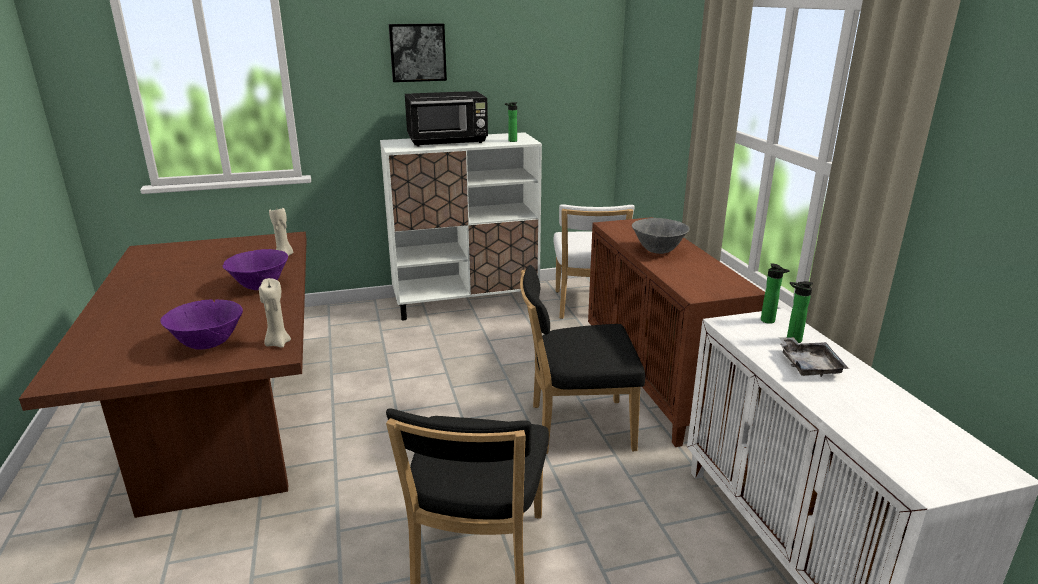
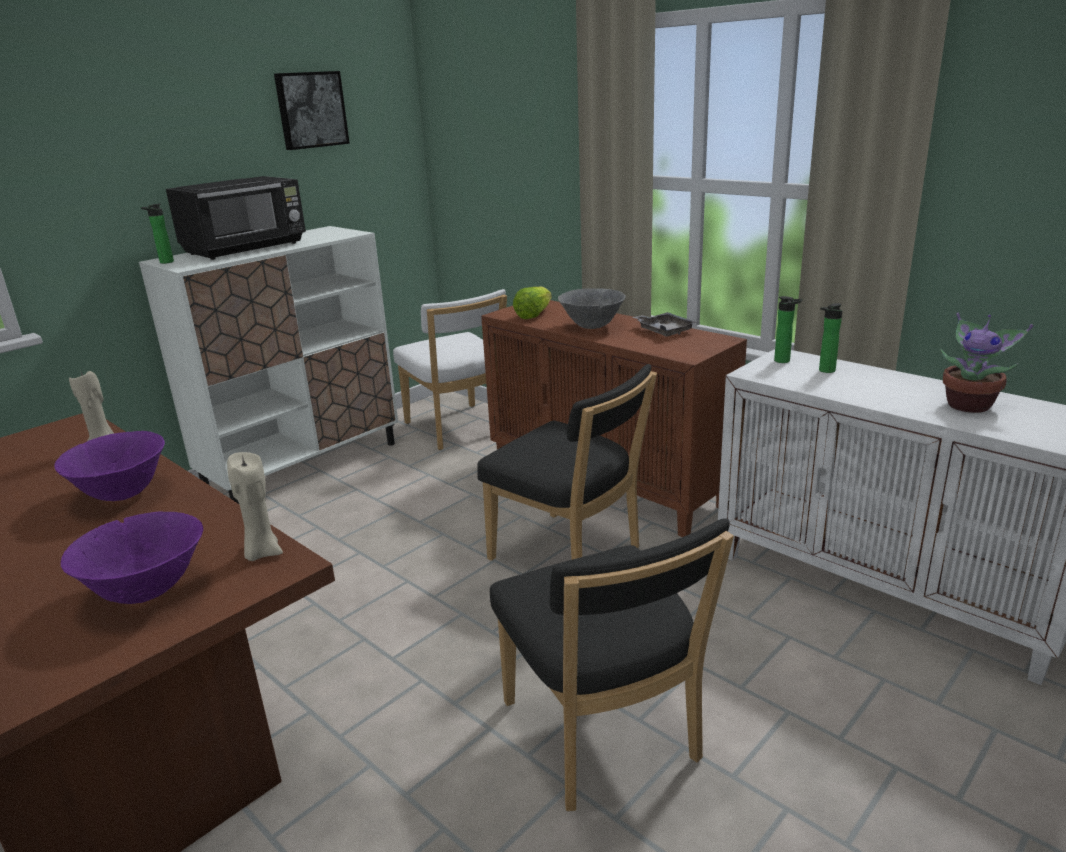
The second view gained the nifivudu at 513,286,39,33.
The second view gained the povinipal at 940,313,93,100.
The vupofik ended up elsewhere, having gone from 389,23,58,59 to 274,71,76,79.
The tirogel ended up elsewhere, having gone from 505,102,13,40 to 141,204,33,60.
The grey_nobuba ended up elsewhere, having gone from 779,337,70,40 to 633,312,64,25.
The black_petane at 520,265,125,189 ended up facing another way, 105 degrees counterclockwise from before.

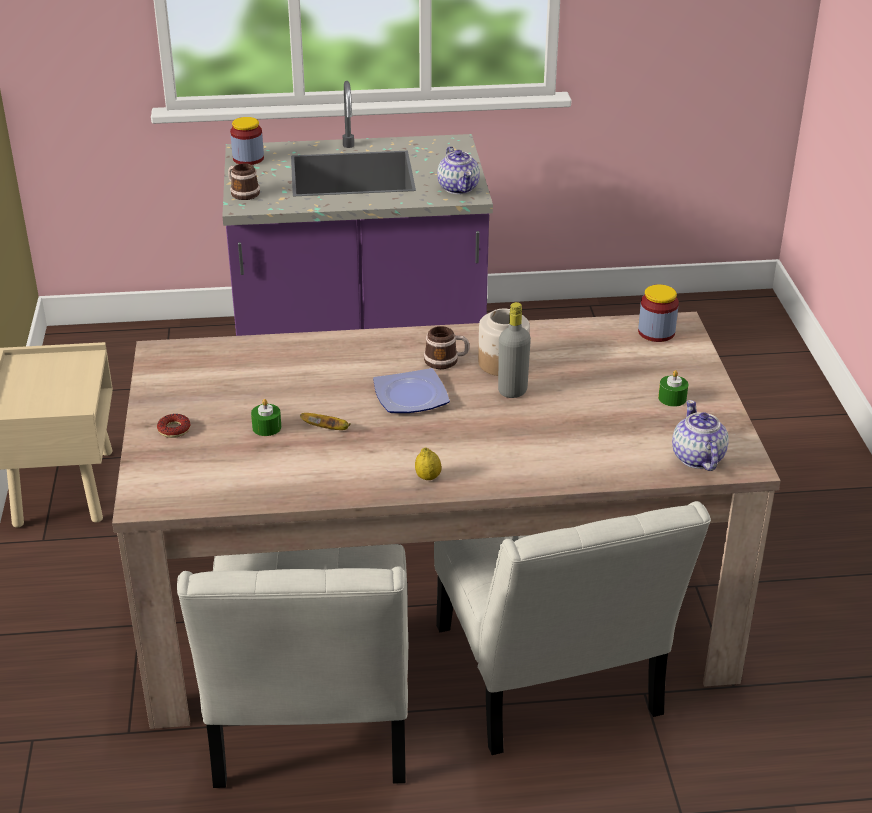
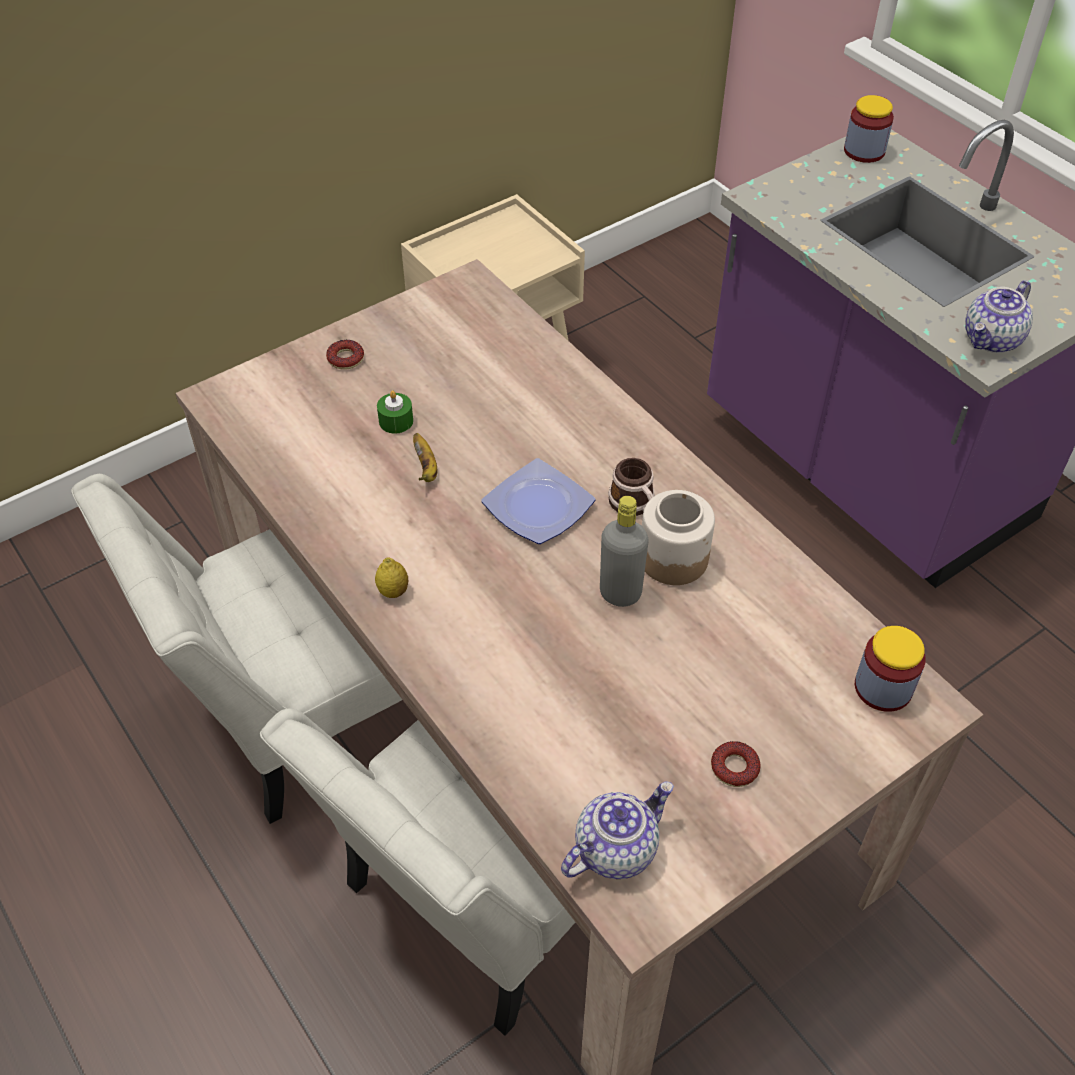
The second view lost the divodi at 228,163,32,37.
Where the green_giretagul stood at 658,370,30,37, the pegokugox came to stand at 711,741,49,46.

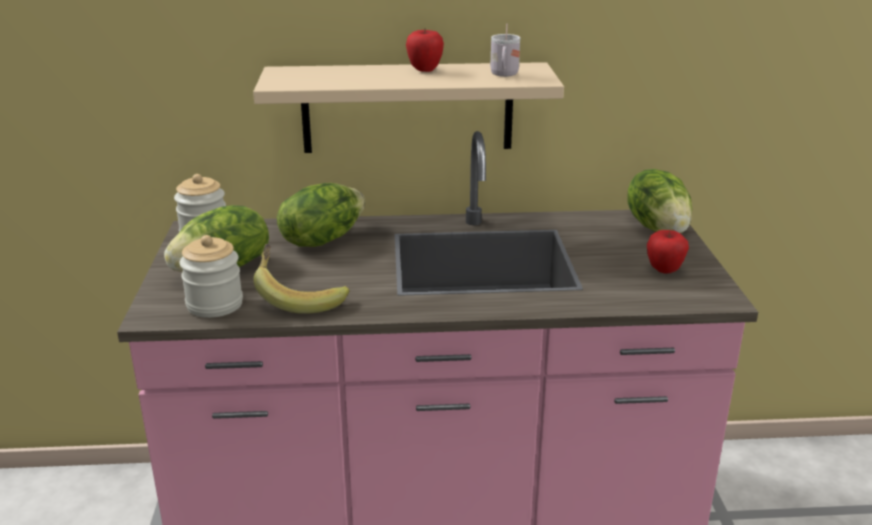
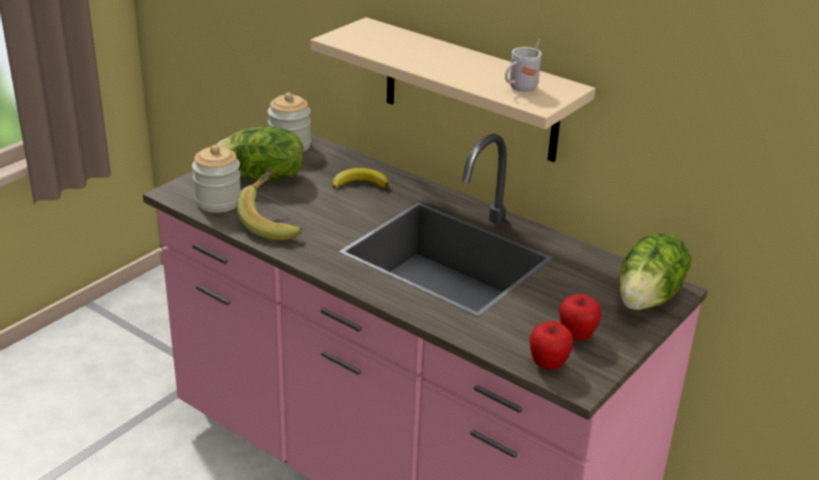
The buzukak ended up elsewhere, having gone from 406,28,38,44 to 530,321,43,49.
Where the nifivudu stood at 277,183,88,64, the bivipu came to stand at 333,168,56,21.

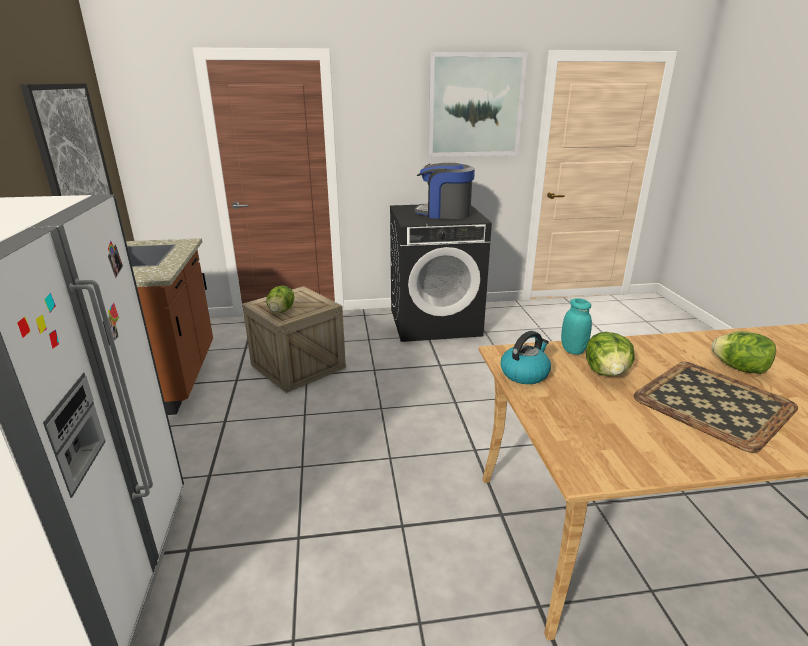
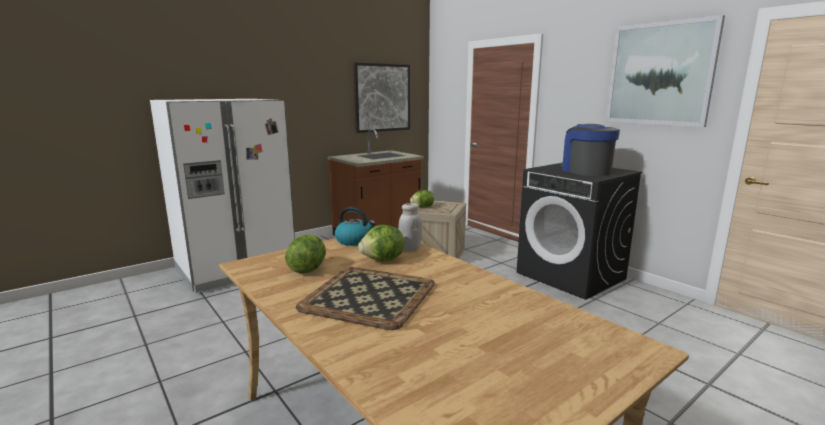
The nifivudu ended up elsewhere, having gone from 711,331,65,43 to 285,235,41,39.
What was the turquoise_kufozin at 561,298,31,57 turned into the white_kufozin at 398,203,24,48.

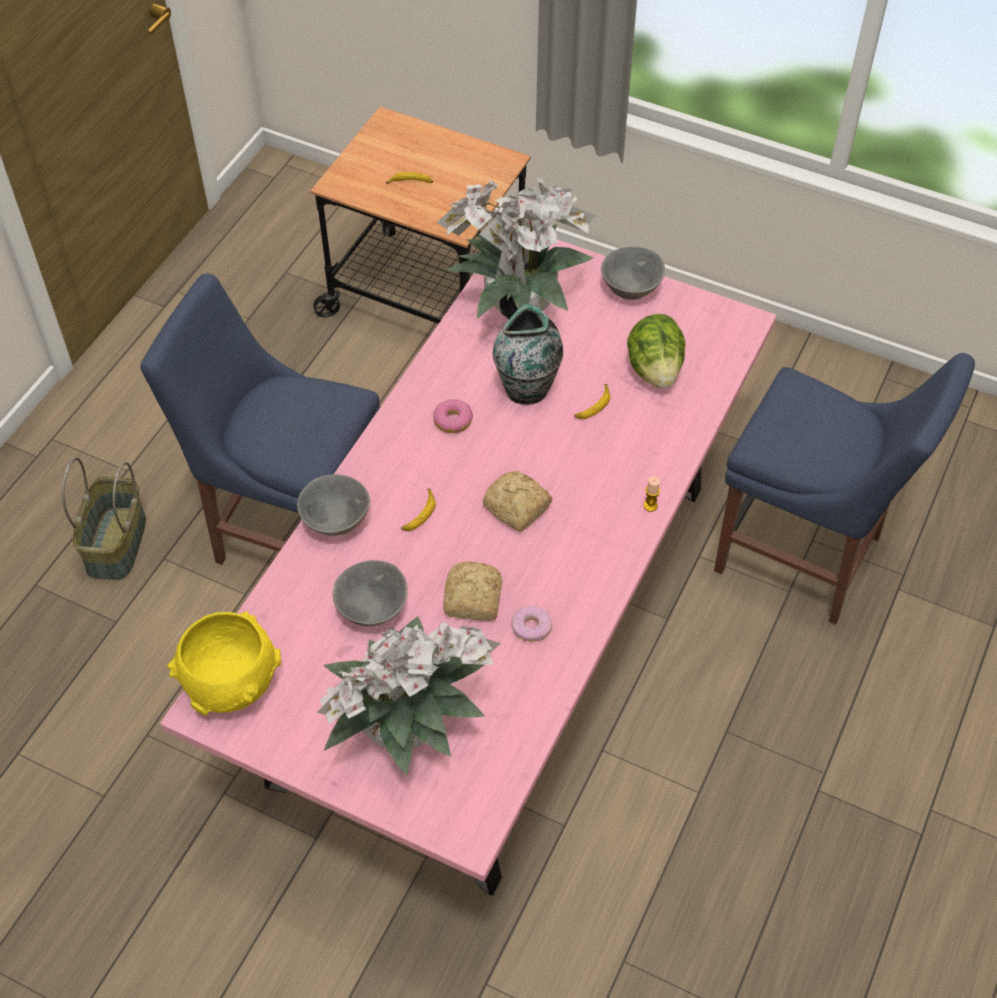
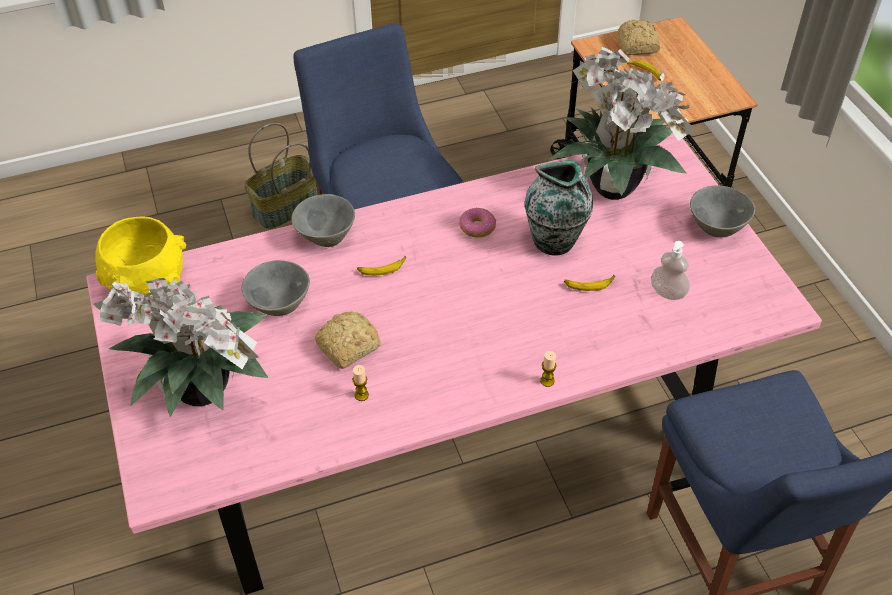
The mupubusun ended up elsewhere, having gone from 483,471,69,61 to 618,20,42,35.
Where the pegokugox stood at 511,606,41,36, the giretagul came to stand at 352,365,17,36.
Where the nifivudu stood at 627,314,59,74, the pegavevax came to stand at 651,241,39,59.

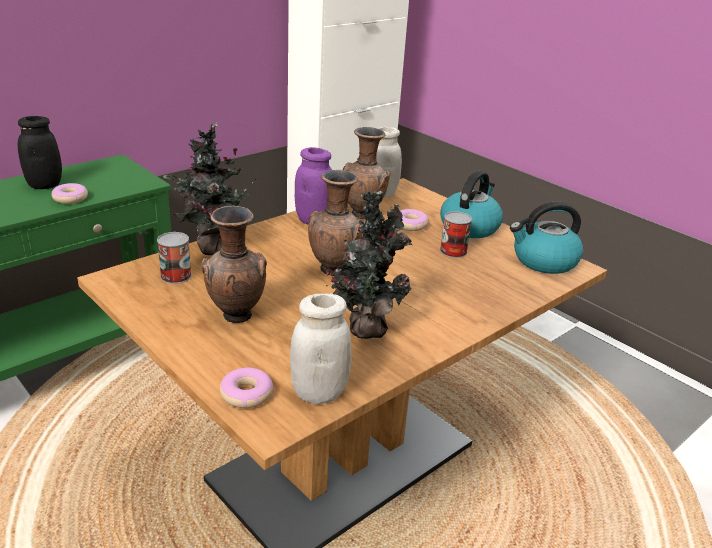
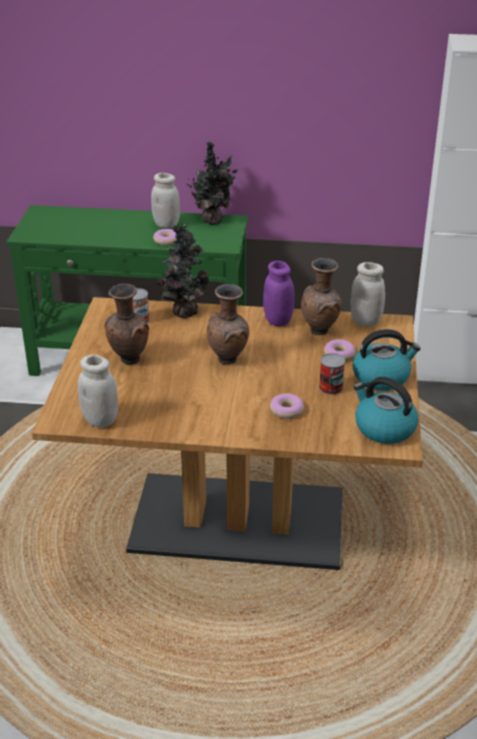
The pegokugox ended up elsewhere, having gone from 220,368,54,40 to 270,393,34,26.
The povinipal ended up elsewhere, having gone from 326,190,86,149 to 186,141,52,84.
What was the black_kufozin at 18,116,44,73 turned into the white_kufozin at 151,173,29,55.

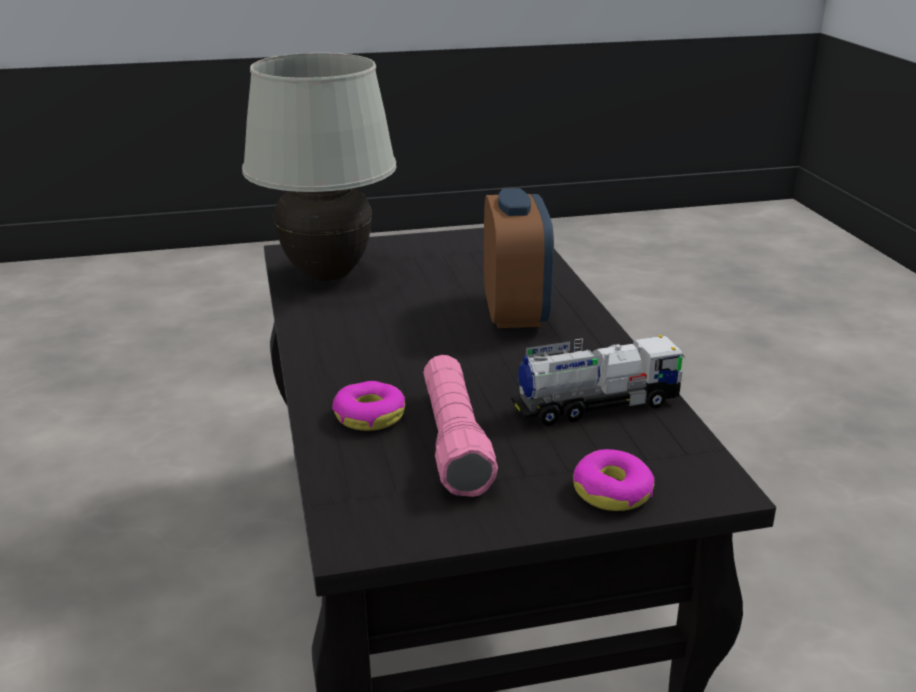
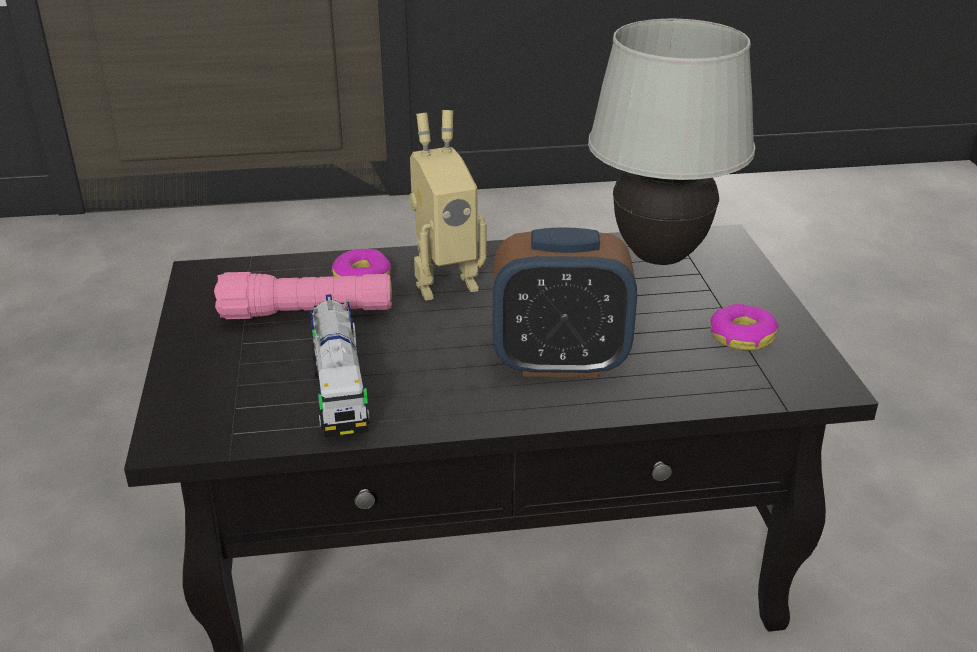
The second view gained the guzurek at 409,110,77,190.
The pegokugox ended up elsewhere, having gone from 573,449,81,62 to 710,304,68,47.

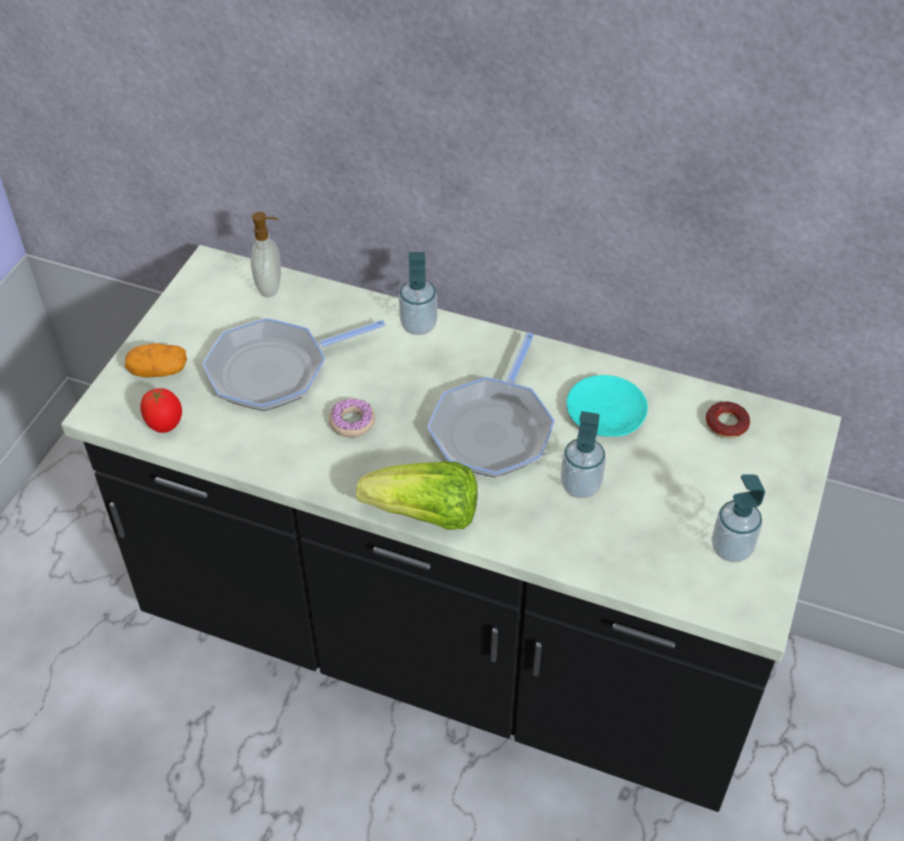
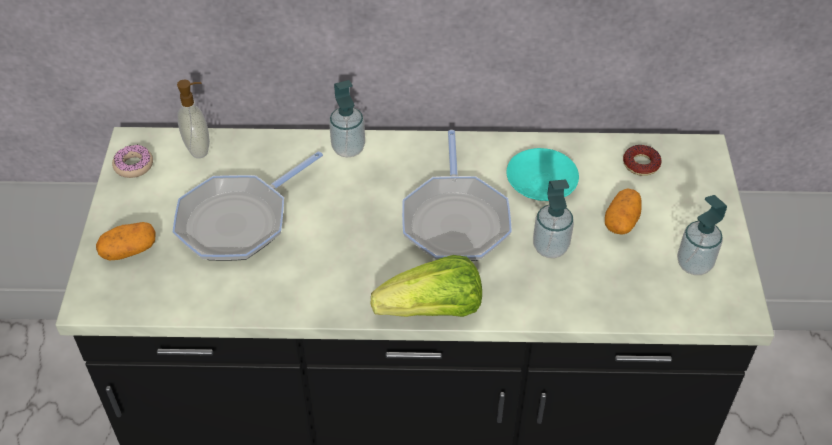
The second view lost the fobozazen at 140,388,42,45.
The second view gained the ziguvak at 605,188,37,47.
The pegokugox ended up elsewhere, having gone from 329,398,46,39 to 112,144,41,34.

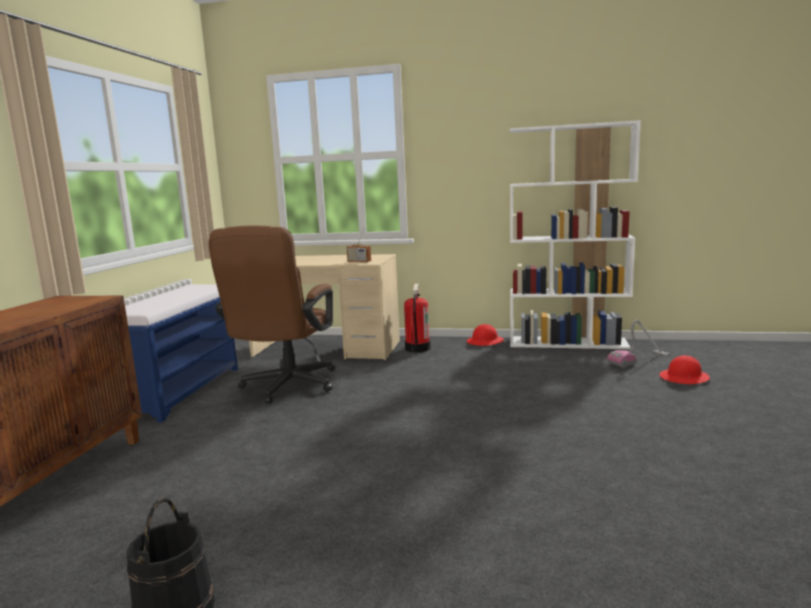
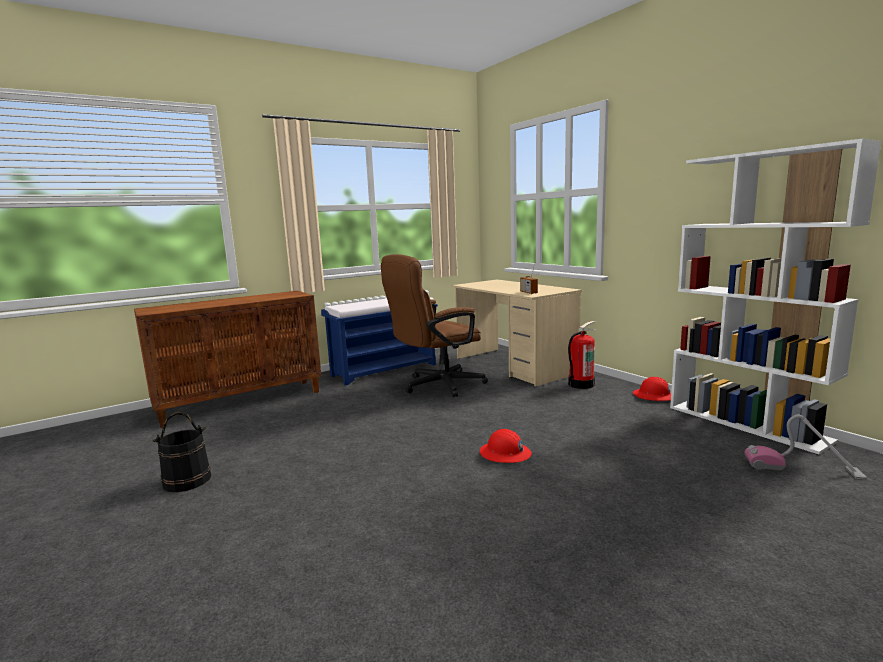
The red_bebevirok ended up elsewhere, having gone from 659,355,51,29 to 480,429,52,34.

